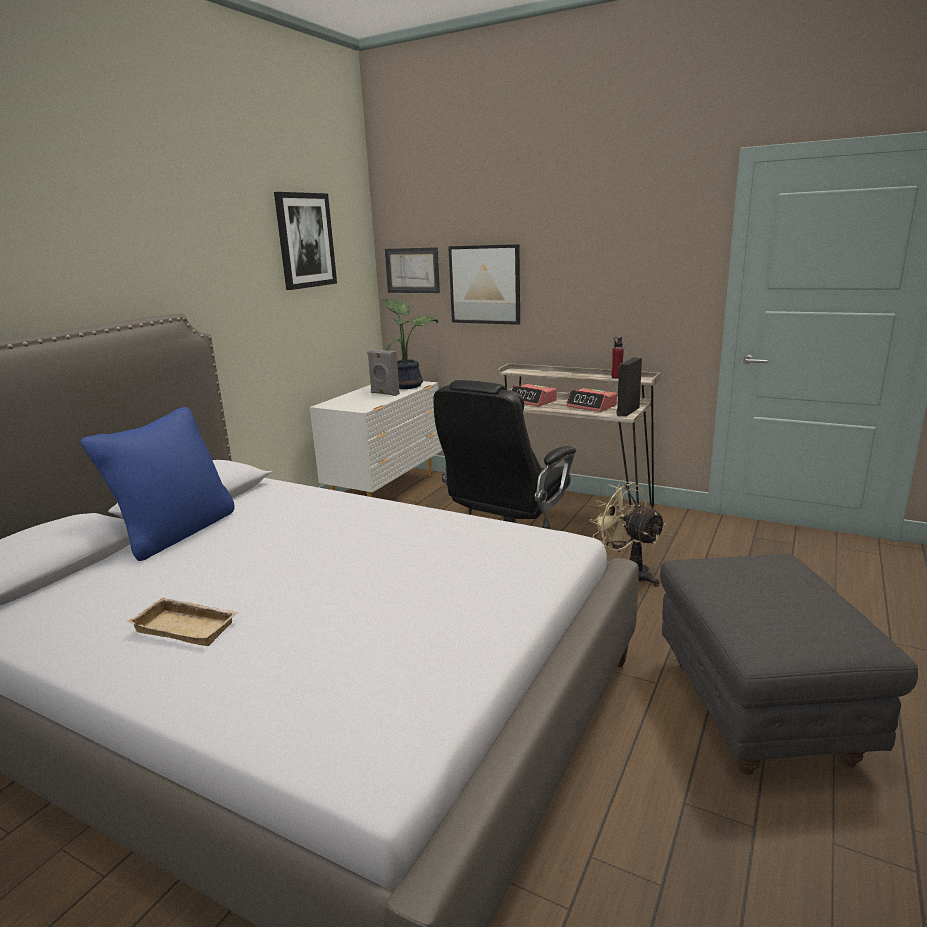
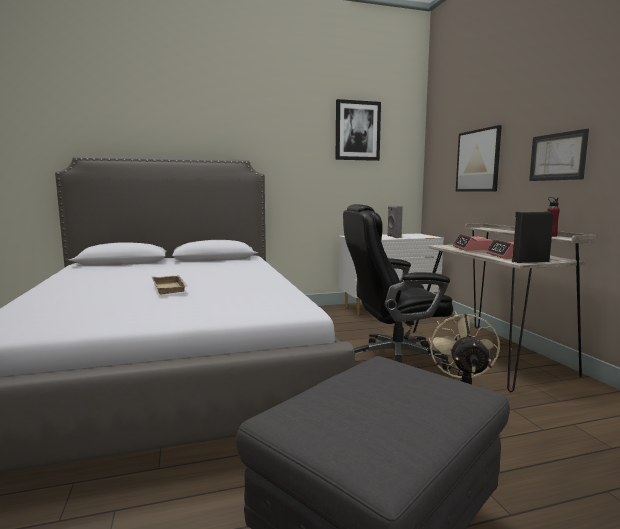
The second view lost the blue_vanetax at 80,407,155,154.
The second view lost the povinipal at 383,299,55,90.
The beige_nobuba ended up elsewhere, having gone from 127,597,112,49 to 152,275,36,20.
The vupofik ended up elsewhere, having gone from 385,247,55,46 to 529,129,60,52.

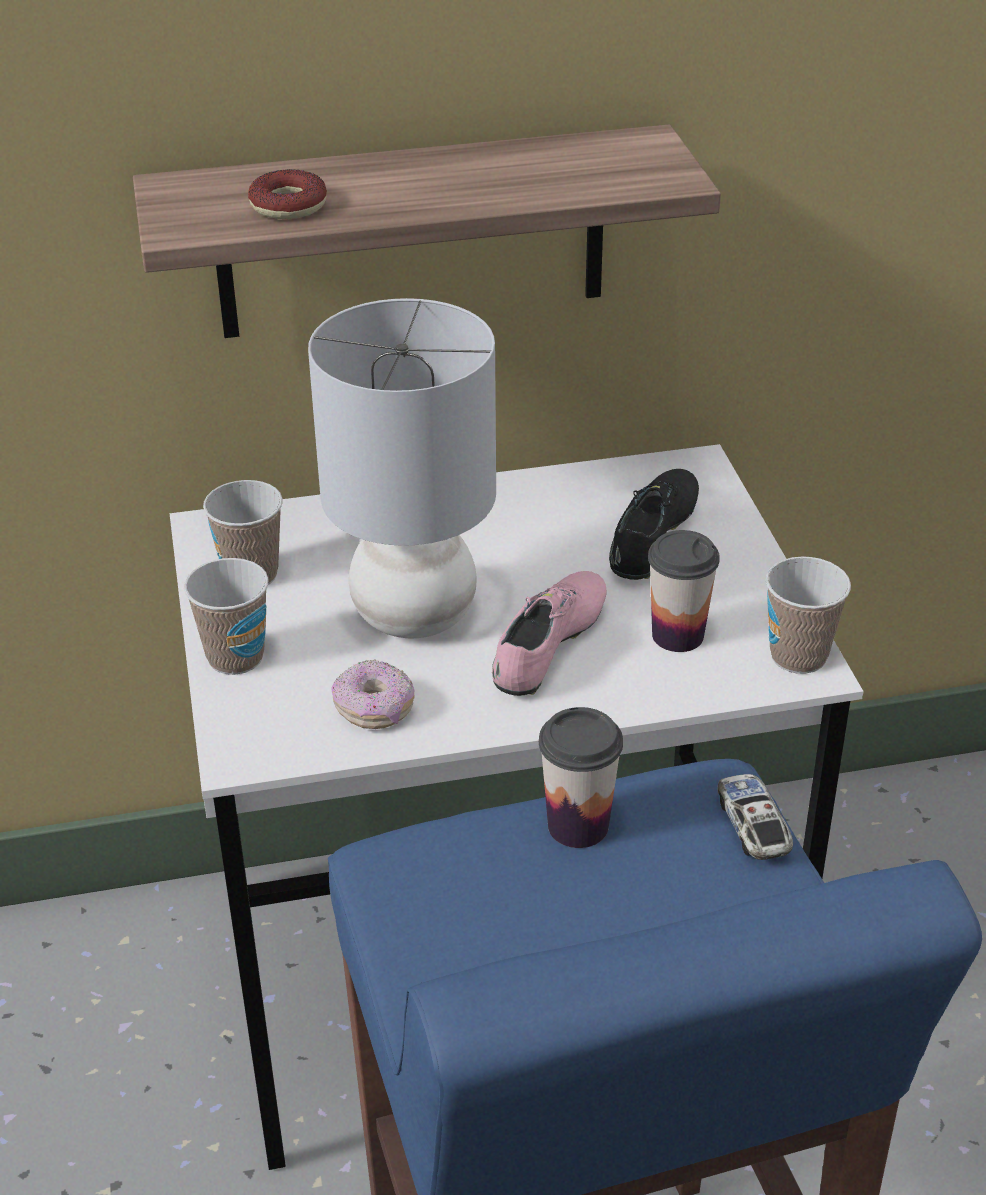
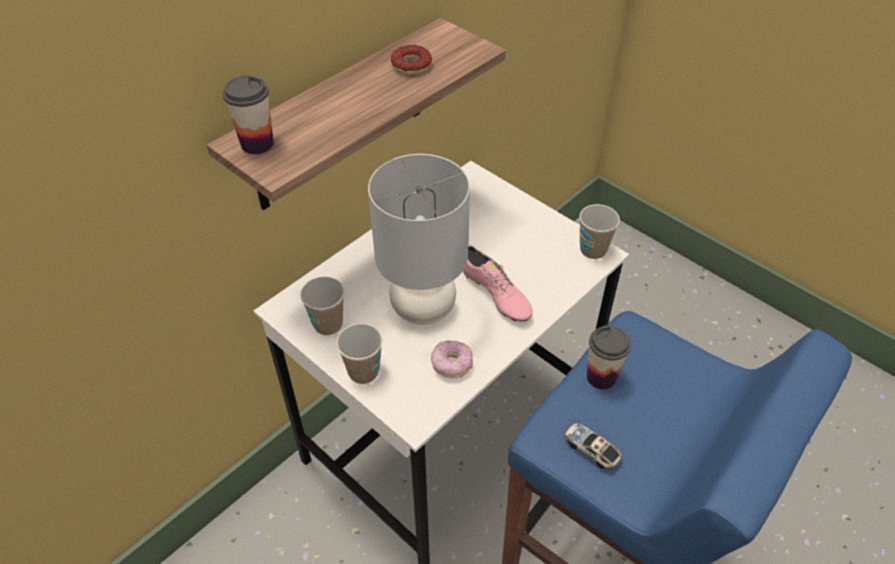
The second view lost the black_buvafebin at 609,469,90,111.
The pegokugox ended up elsewhere, having gone from 248,169,79,50 to 391,45,41,30.
The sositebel ended up elsewhere, having gone from 648,530,72,122 to 222,75,52,79.
The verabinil ended up elsewhere, having gone from 717,774,76,86 to 565,423,57,46.
The pink_buvafebin at 492,571,114,125 ended up facing another way, 150 degrees clockwise from before.

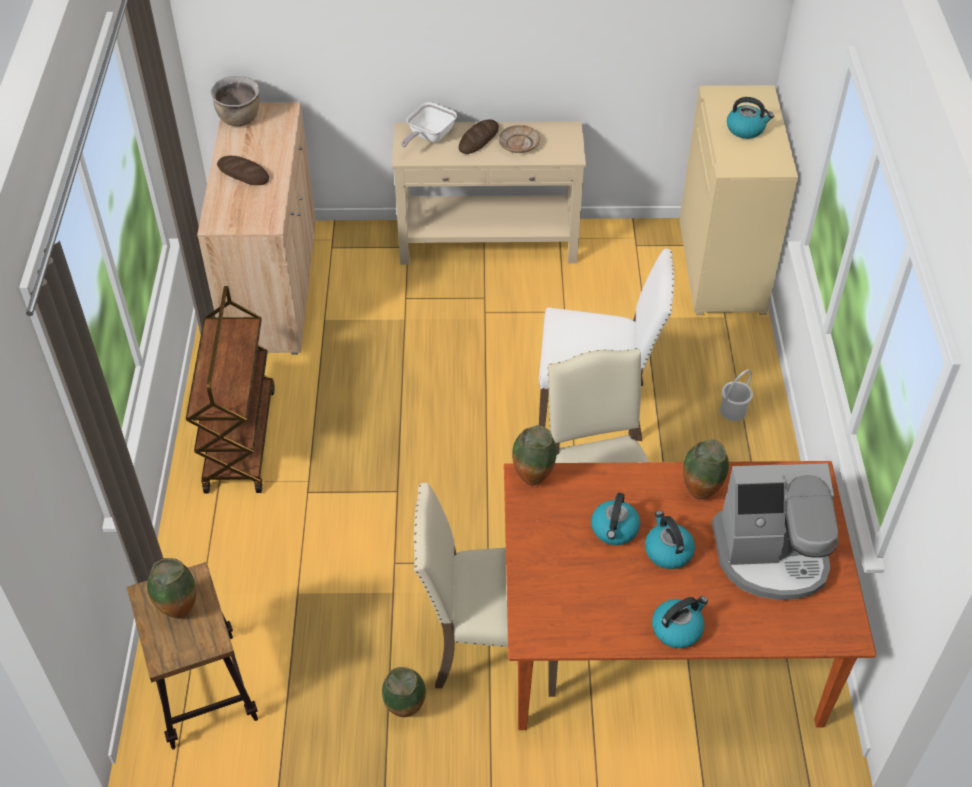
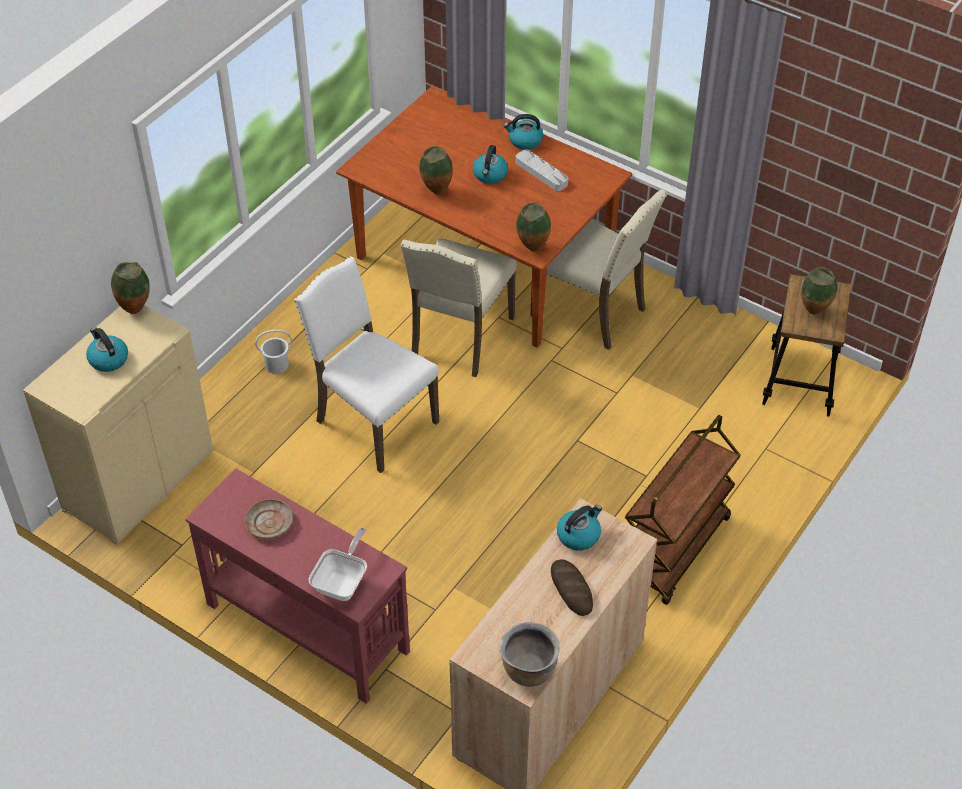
The second view lost the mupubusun at 459,120,40,34.
The second view lost the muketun at 712,463,127,137.
The second view gained the grey_nobuba at 516,150,52,41.
The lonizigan ended up elsewhere, having gone from 382,667,44,50 to 111,262,39,52.
The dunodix ended up elsewhere, having gone from 591,493,49,52 to 557,505,45,46.
What was the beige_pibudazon at 392,121,194,144 turned into the red_pibudazon at 185,469,225,235.
The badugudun at 401,102,56,45 ended up facing another way, 45 degrees counterclockwise from before.

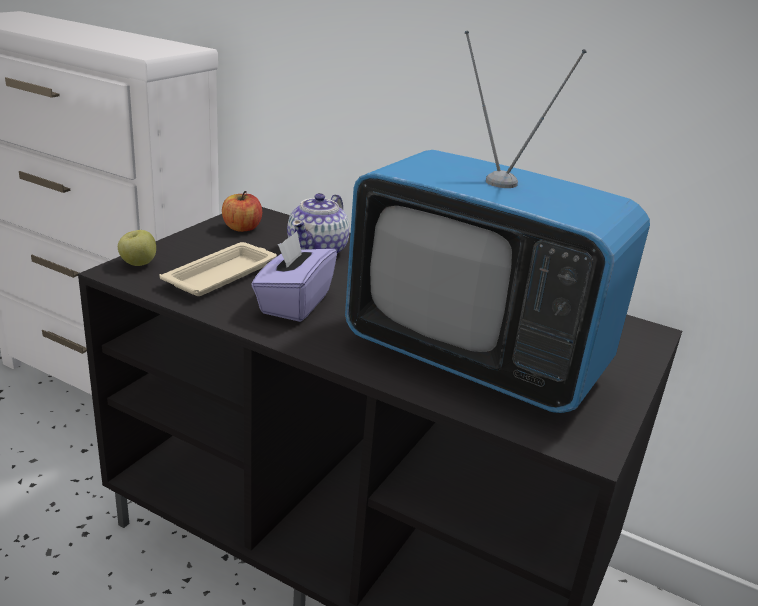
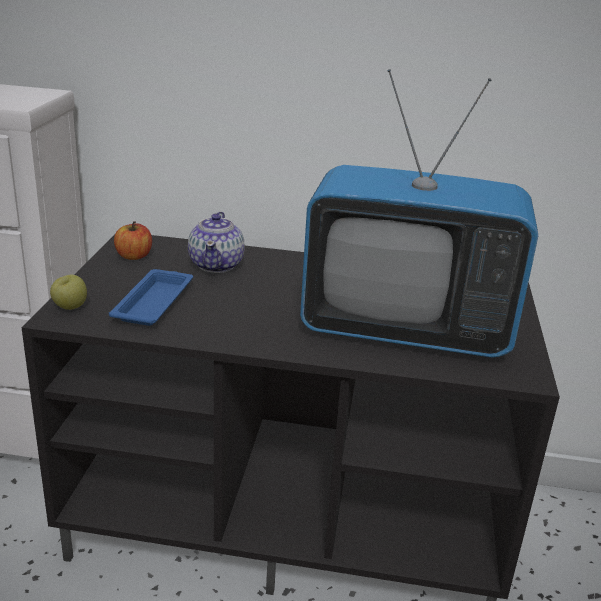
The second view lost the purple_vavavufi at 251,231,86,91.
What was the beige_nobuba at 160,242,117,54 turned into the blue_nobuba at 109,269,84,57.

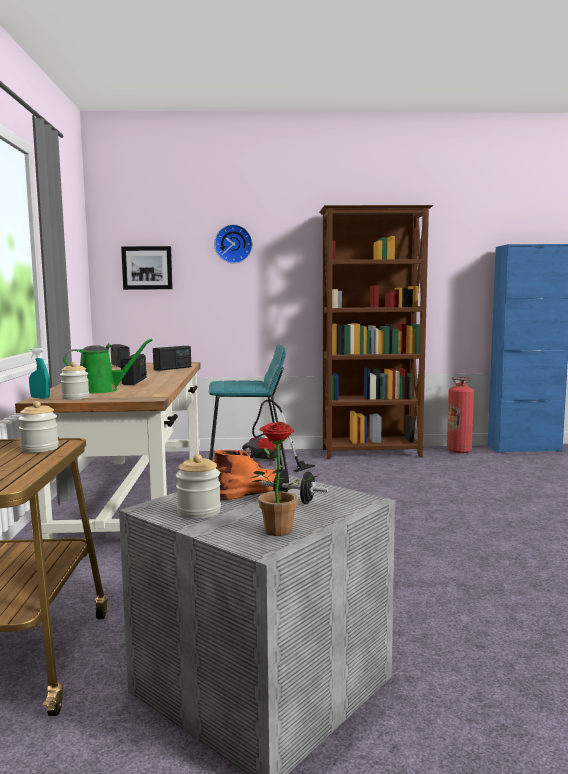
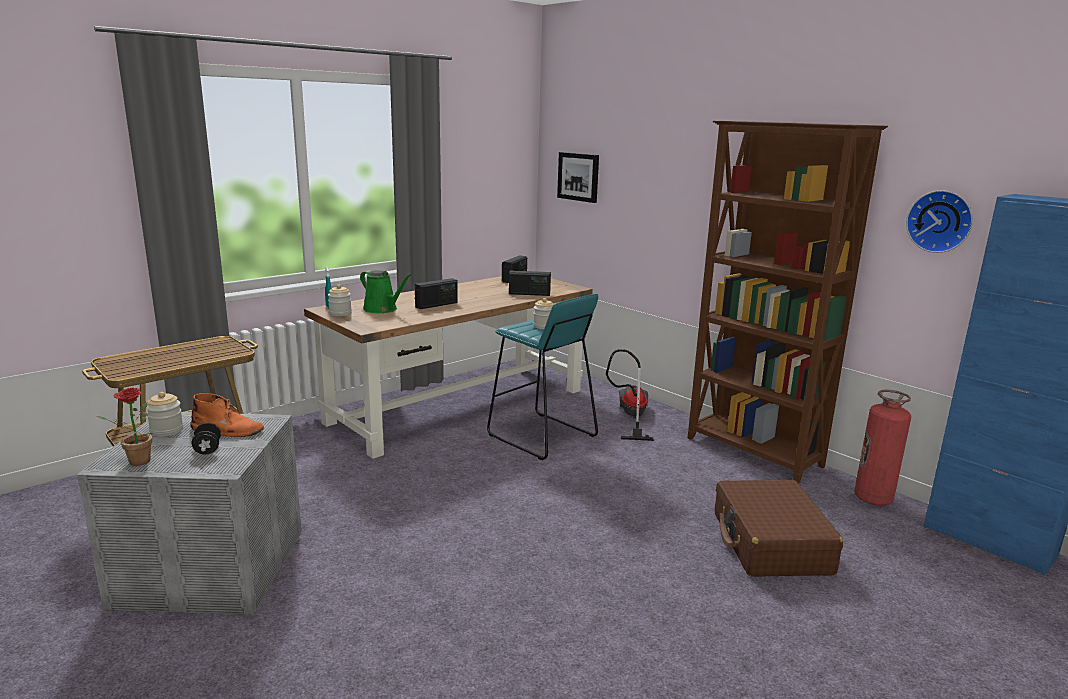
The second view gained the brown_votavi at 715,480,128,97.
The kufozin ended up elsewhere, having gone from 18,401,41,52 to 533,298,21,31.
The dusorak ended up elsewhere, having gone from 214,224,39,40 to 906,190,67,63.

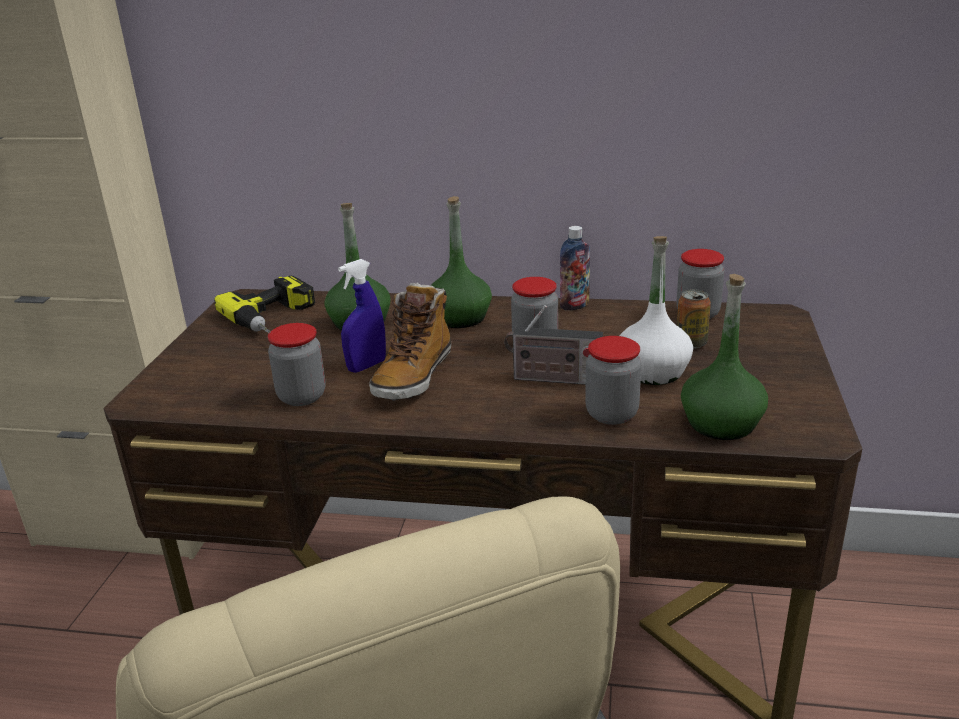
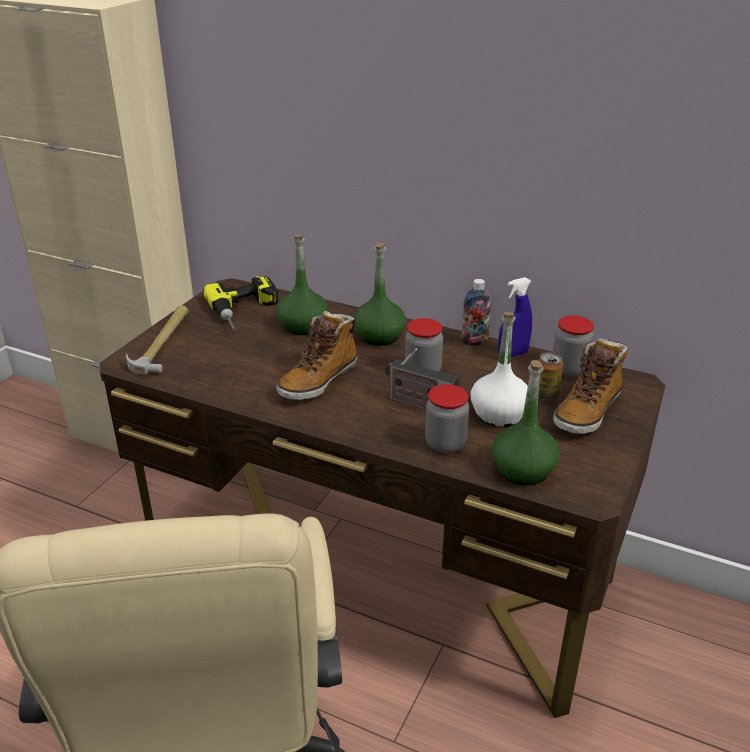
The second view lost the kufozin at 268,323,58,83.
The second view gained the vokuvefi at 126,306,63,69.
The second view gained the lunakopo at 553,339,75,95.
The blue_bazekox ended up elsewhere, having gone from 338,259,48,114 to 498,277,34,81.

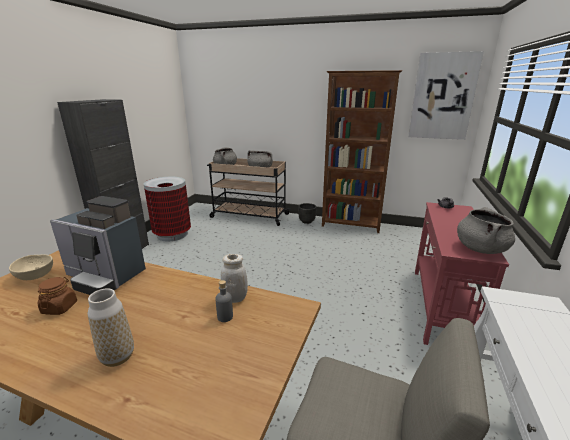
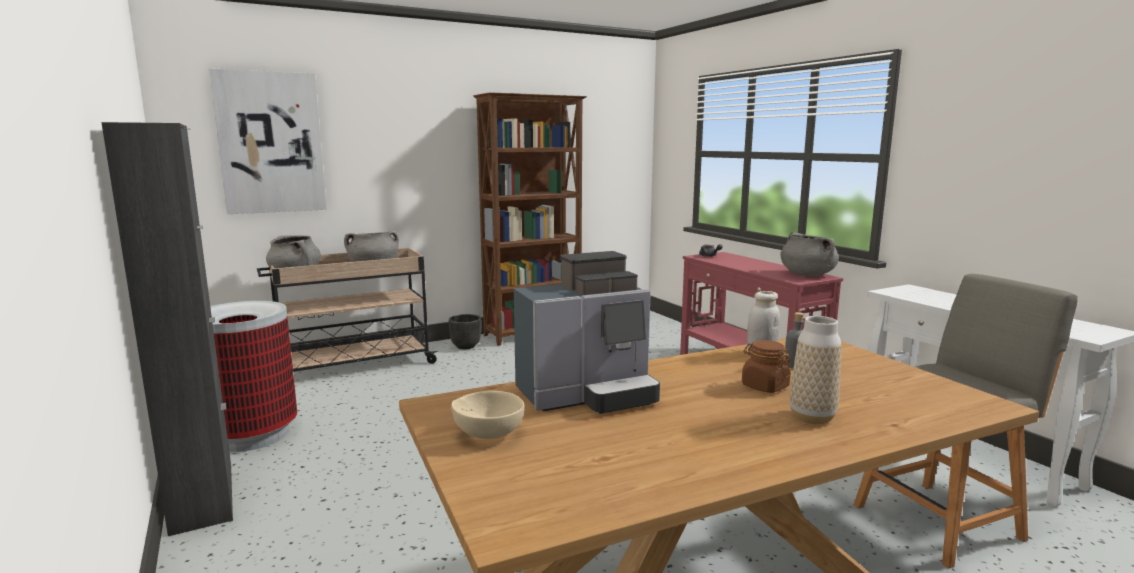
The brown_kufozin ended up elsewhere, having gone from 38,277,39,38 to 742,340,49,53.
The vupofik ended up elsewhere, having gone from 408,51,76,89 to 209,69,118,145.

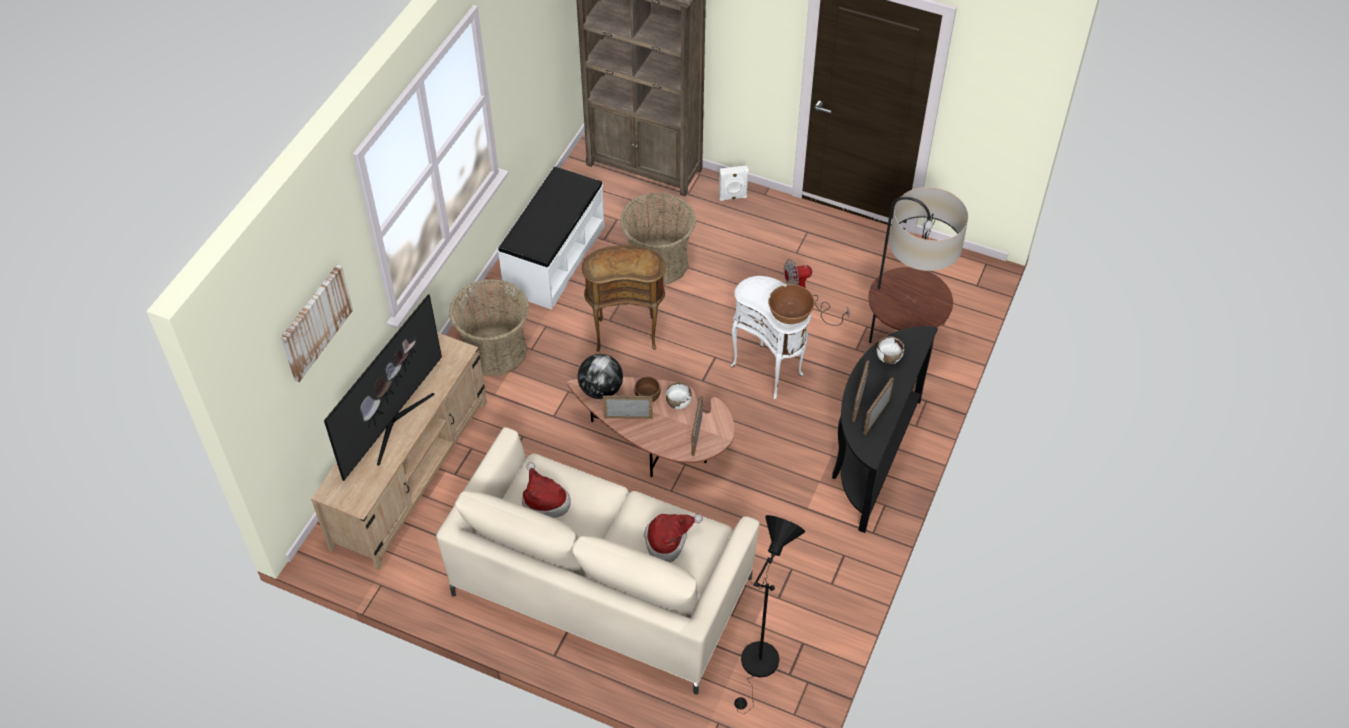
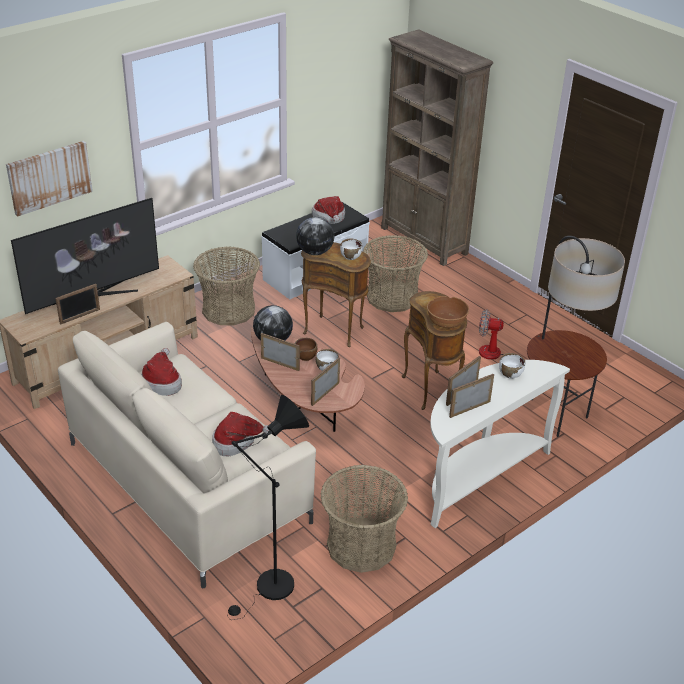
The second view lost the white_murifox at 719,165,30,36.
The second view gained the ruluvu at 56,284,44,40.
The second view gained the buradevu at 296,217,38,38.
The second view gained the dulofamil at 312,196,33,28.
The second view gained the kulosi at 321,465,87,108.
The second view gained the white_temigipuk at 340,239,22,21.
What was the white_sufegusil at 731,276,80,124 turned into the brown_sufegusil at 402,291,65,119.
What was the black_pibudazon at 832,326,106,207 turned into the white_pibudazon at 430,360,140,168.

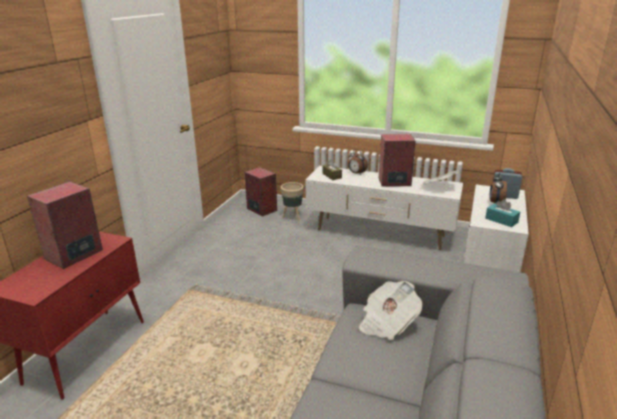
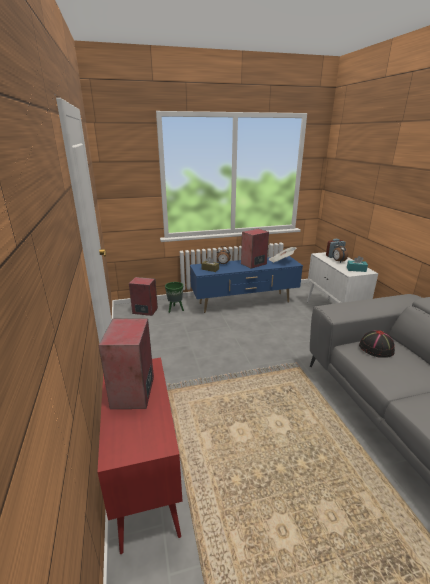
Where the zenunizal stood at 359,281,63,59, the black_dulofamil came to stand at 359,330,36,28.
What was the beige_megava at 281,182,22,39 turned into the green_megava at 165,282,19,31.
What was the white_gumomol at 306,166,157,84 turned into the blue_gumomol at 190,256,113,57.

